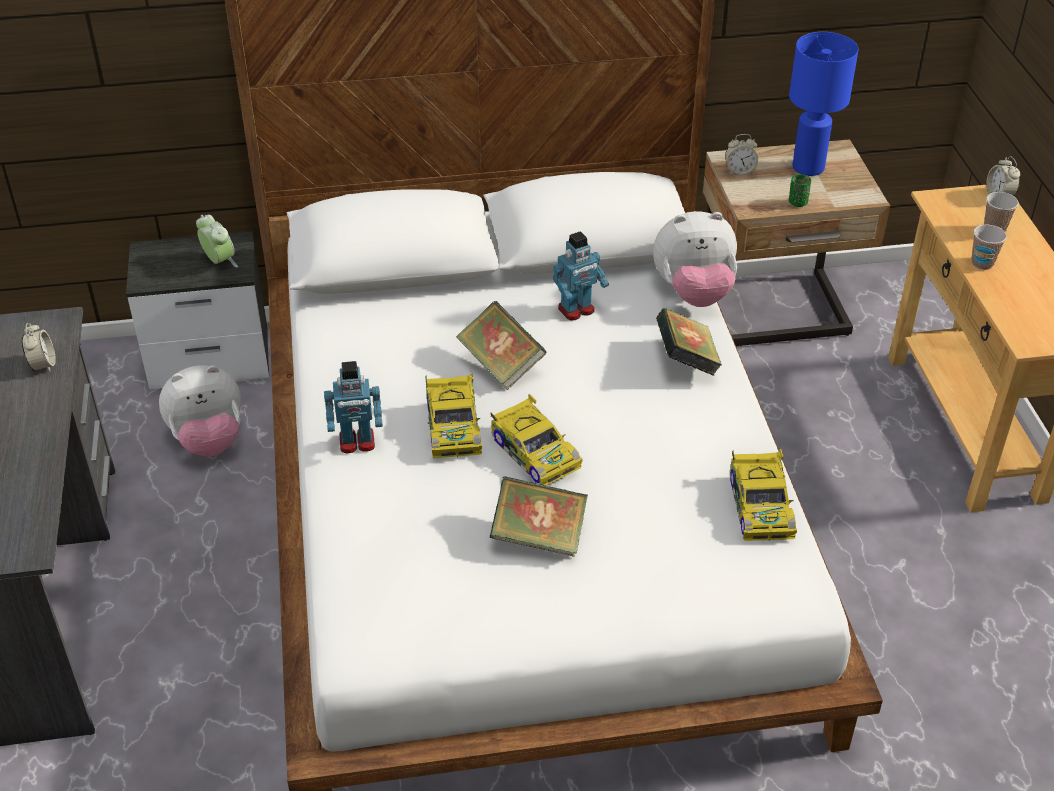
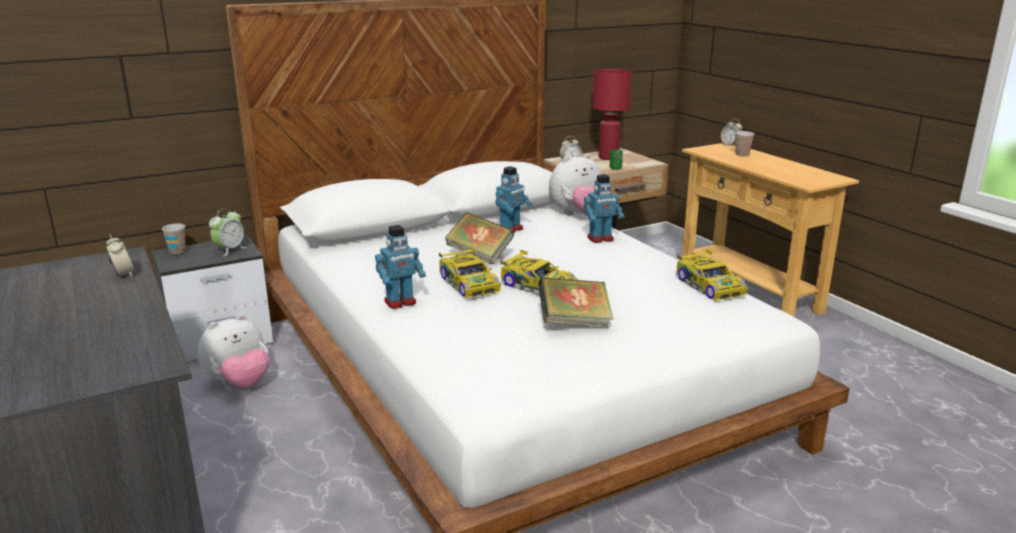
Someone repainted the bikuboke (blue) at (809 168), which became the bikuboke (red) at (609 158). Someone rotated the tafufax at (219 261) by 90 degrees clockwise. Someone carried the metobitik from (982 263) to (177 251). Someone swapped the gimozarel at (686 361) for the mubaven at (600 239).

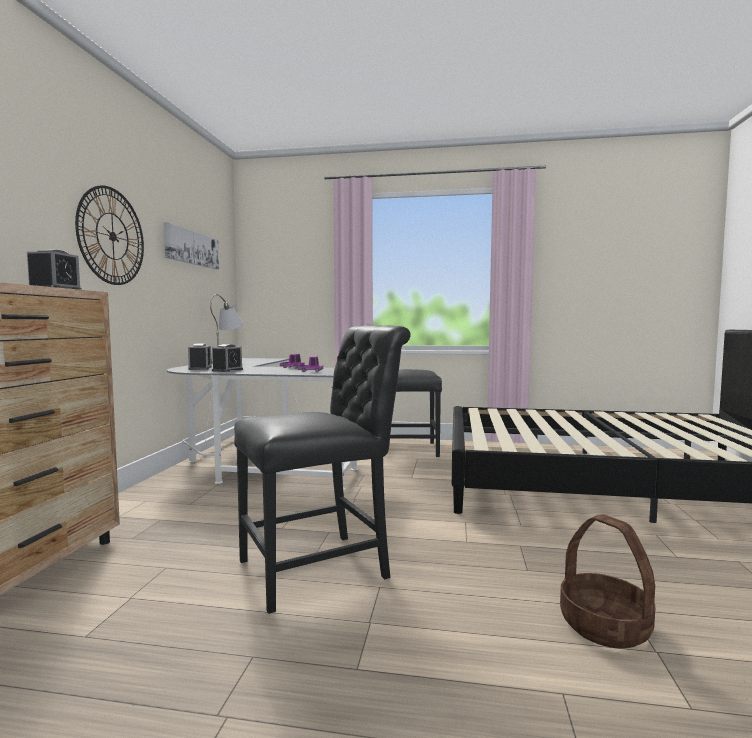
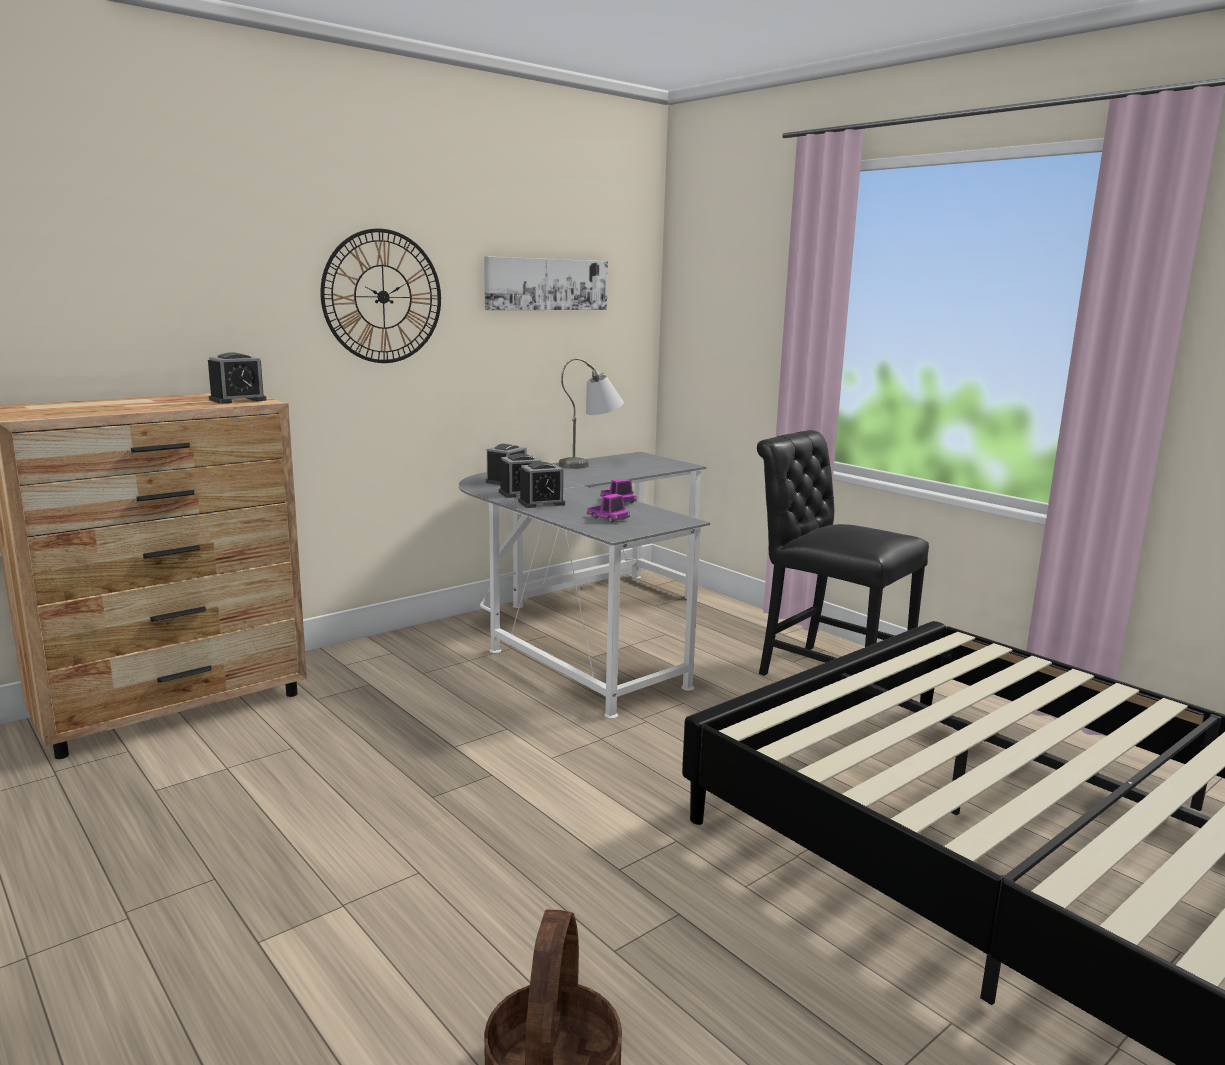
Someone took away the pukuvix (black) at (322 567). Someone put down the tafufax at (541 503).

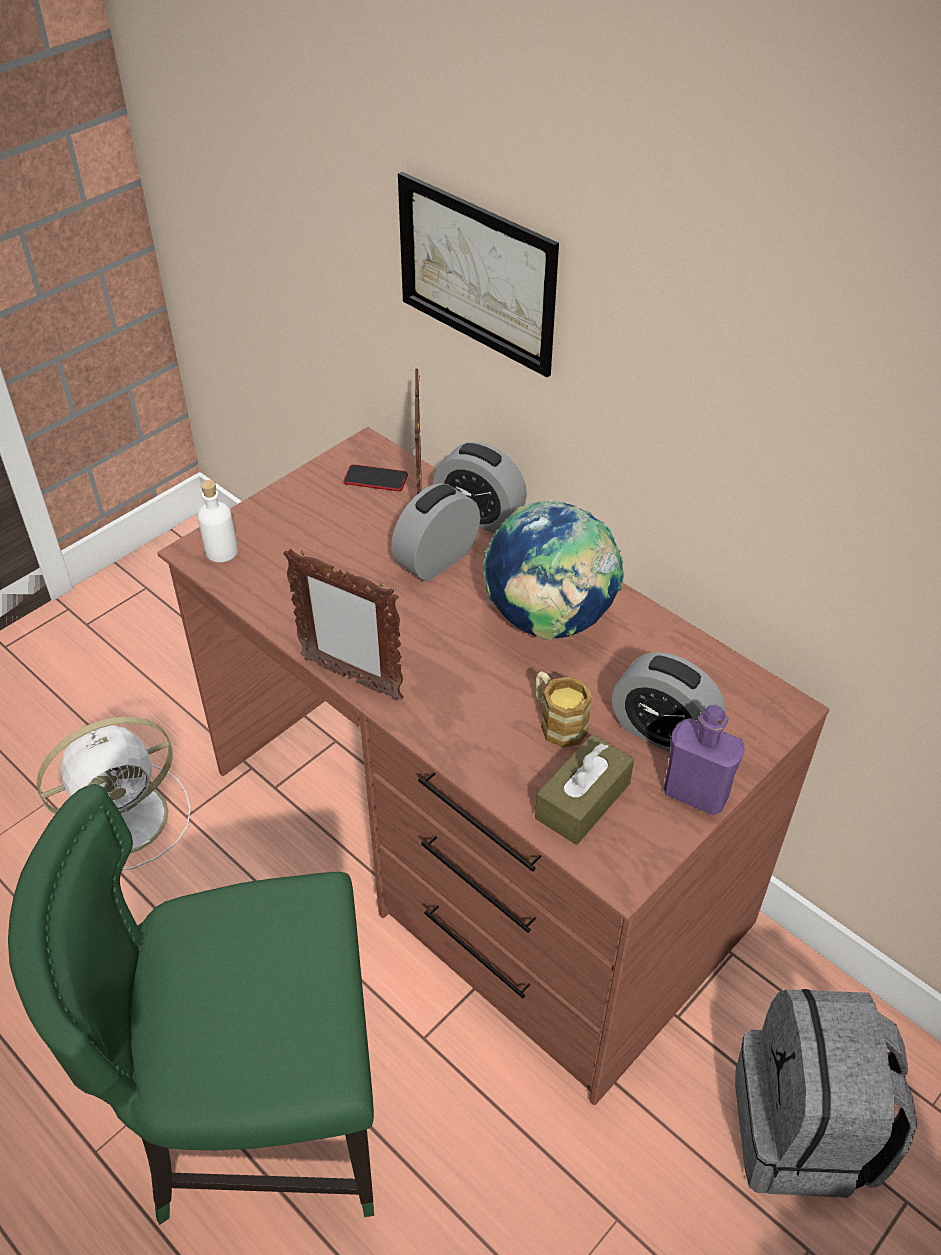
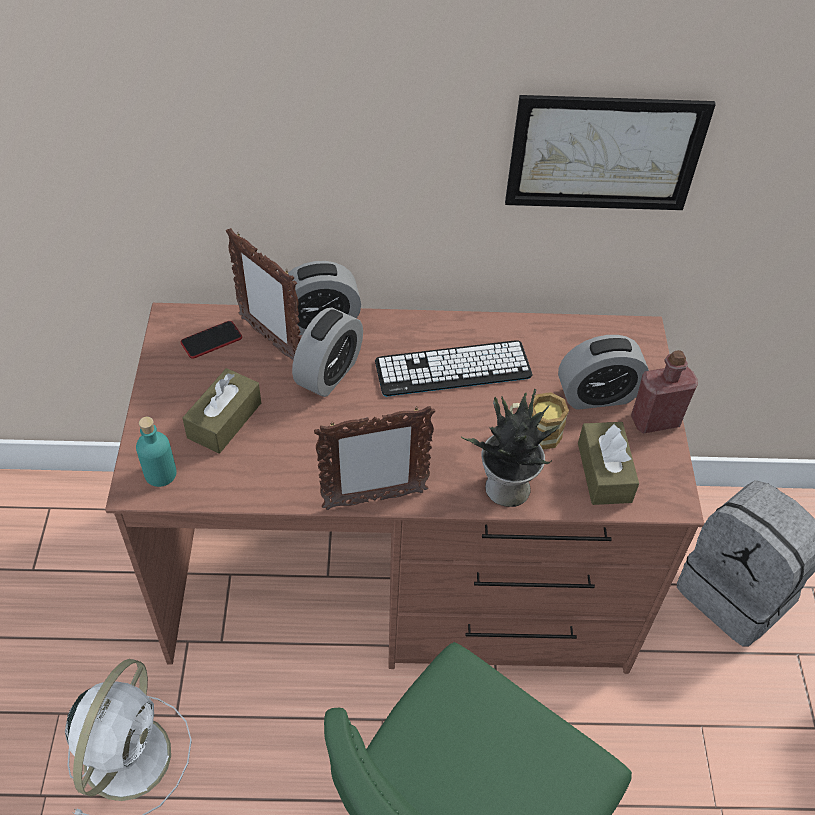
Someone carried the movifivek from (476 273) to (604 153). Someone repainted the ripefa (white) at (221 551), which became the ripefa (turquoise) at (160 474). Someone rotated the tafufax at (437 559) by 150 degrees counterclockwise. Someone swapped the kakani at (549 622) for the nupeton at (453 369). Someone repainted the ripefa (purple) at (695 793), which became the ripefa (red) at (655 420). Someone put down the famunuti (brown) at (224 420). Someone put down the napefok at (506 489).

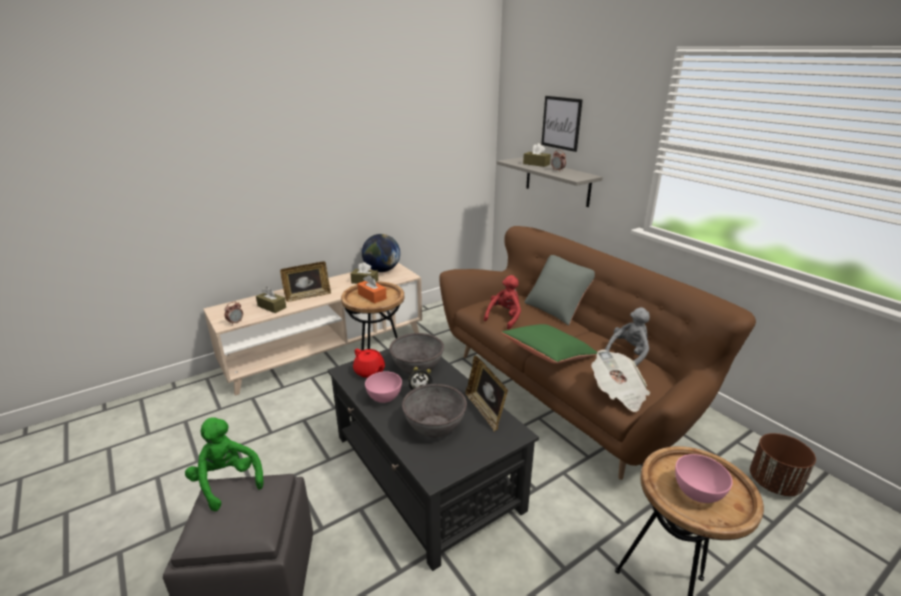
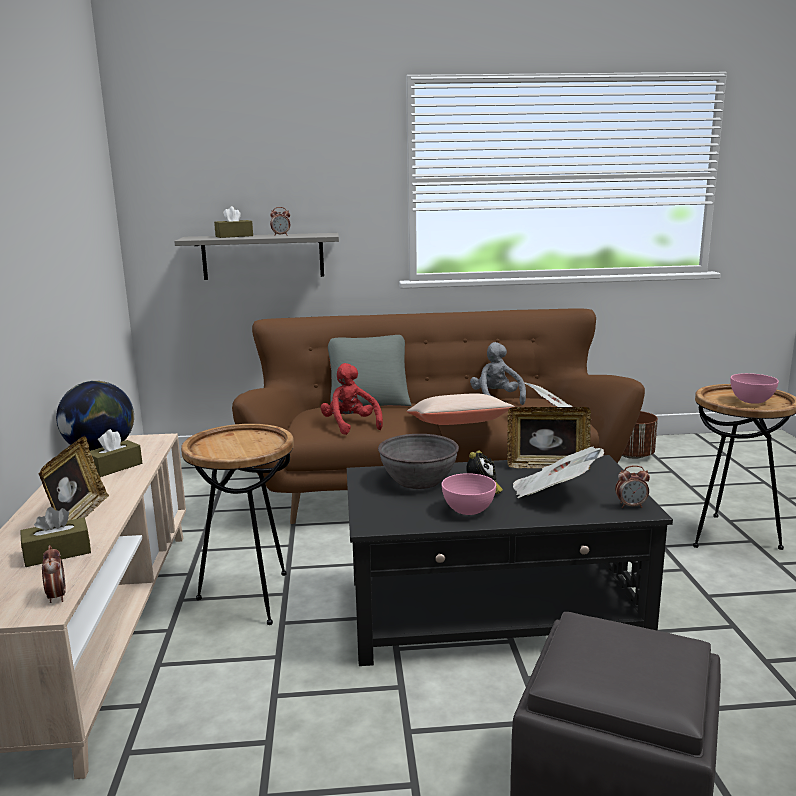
Someone took away the movifivek at (561 123). Someone took away the famunuti (orange) at (372 296). Someone repainted the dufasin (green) at (548 355), which became the dufasin (beige) at (458 426). Someone took away the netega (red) at (369 372). Someone swapped the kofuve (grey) at (434 425) for the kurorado at (553 494). Someone took away the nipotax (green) at (227 481). Someone put down the tafufax at (631 506).

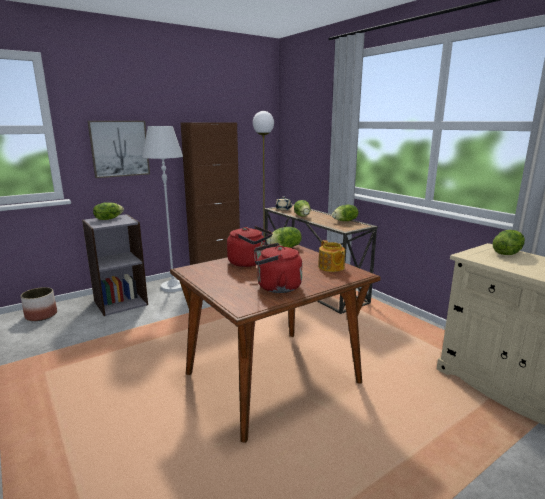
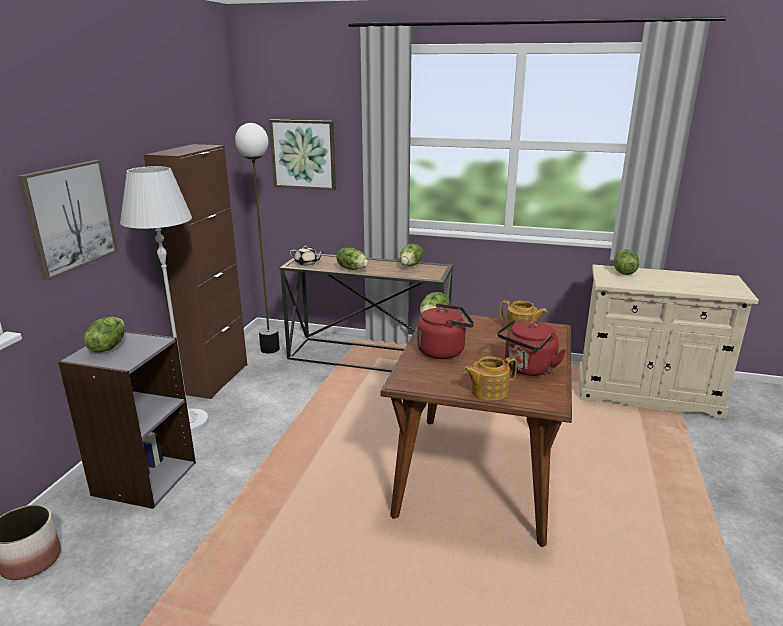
Someone put up the movifivek at (303 154). Someone put down the netega at (488 391).

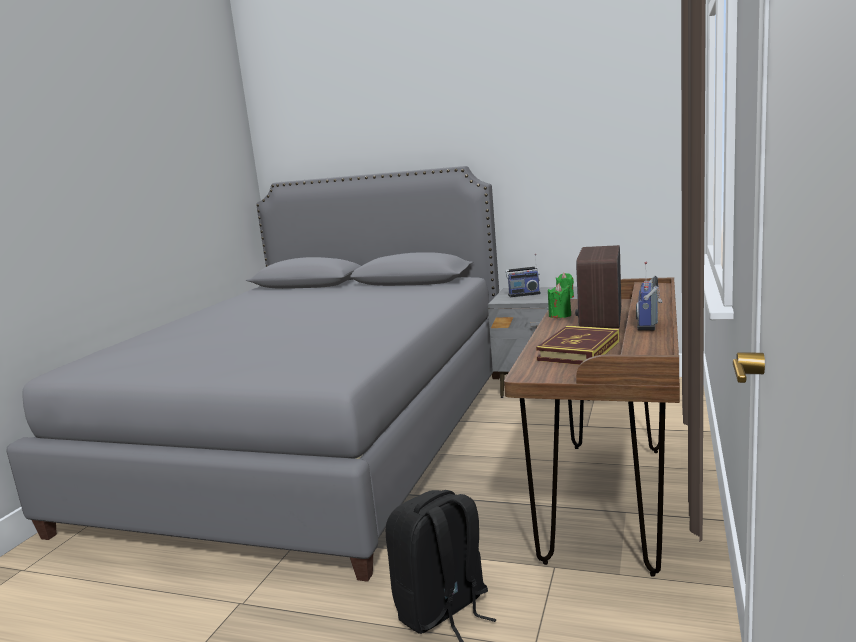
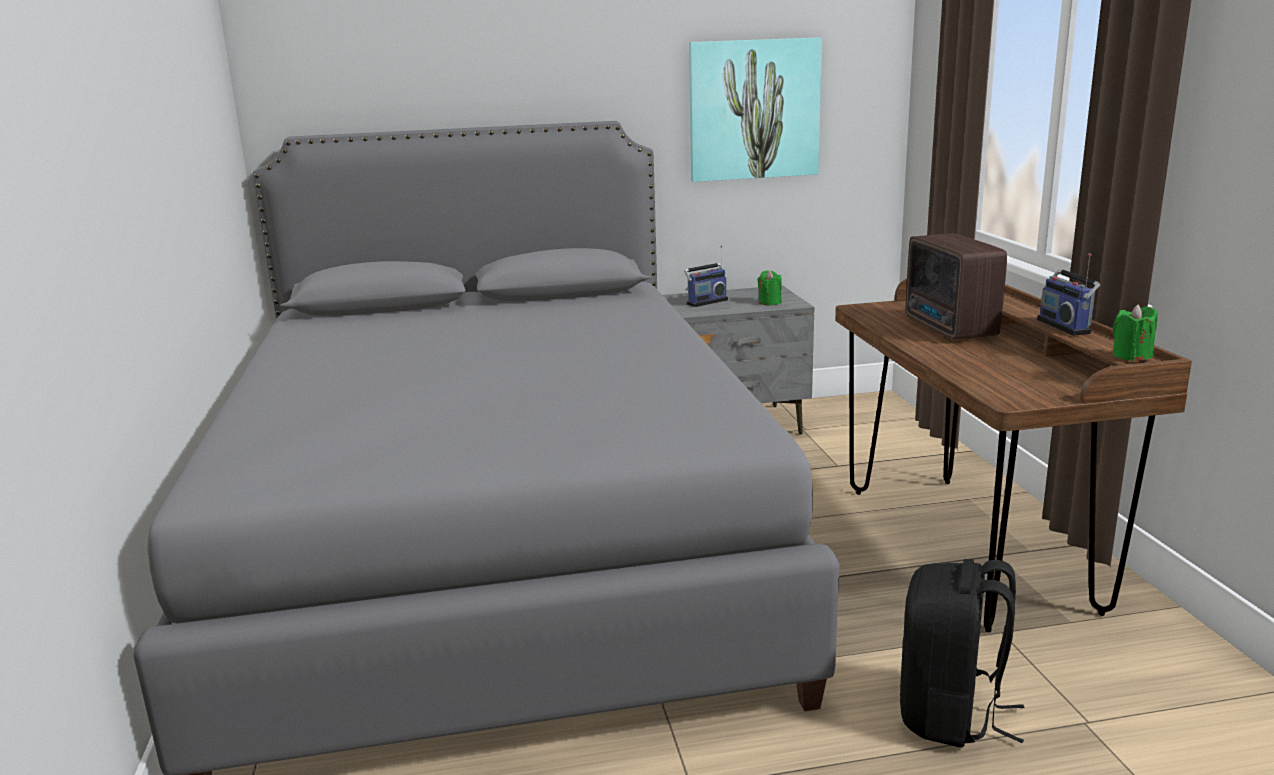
Someone carried the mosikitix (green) from (560 315) to (1131 356). Someone took away the gimozarel at (579 351). Someone put up the movifivek at (754 110).

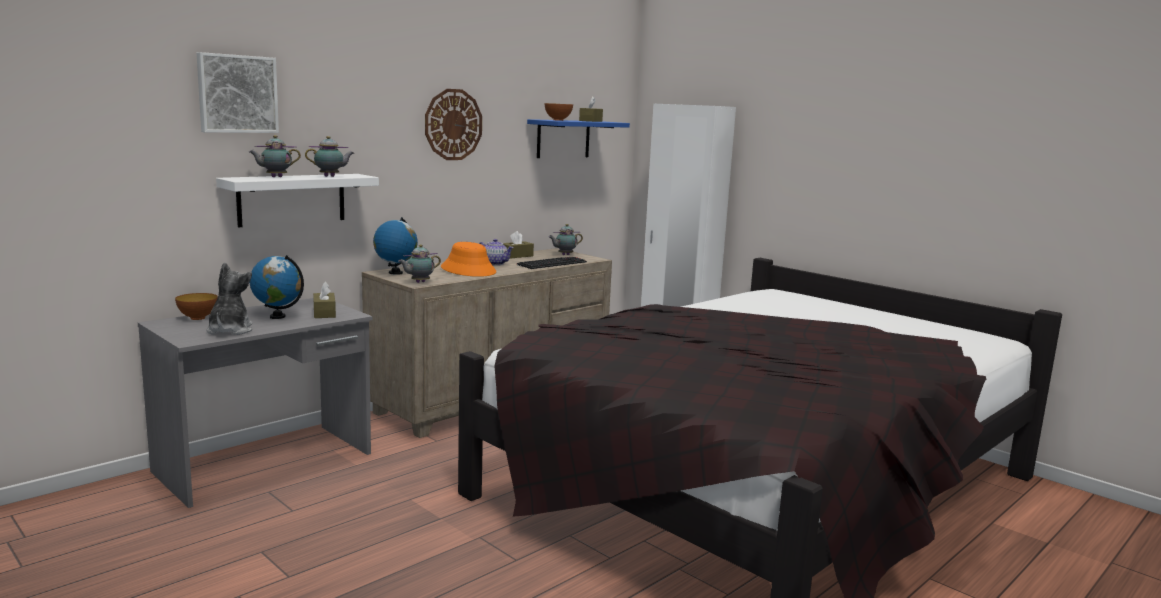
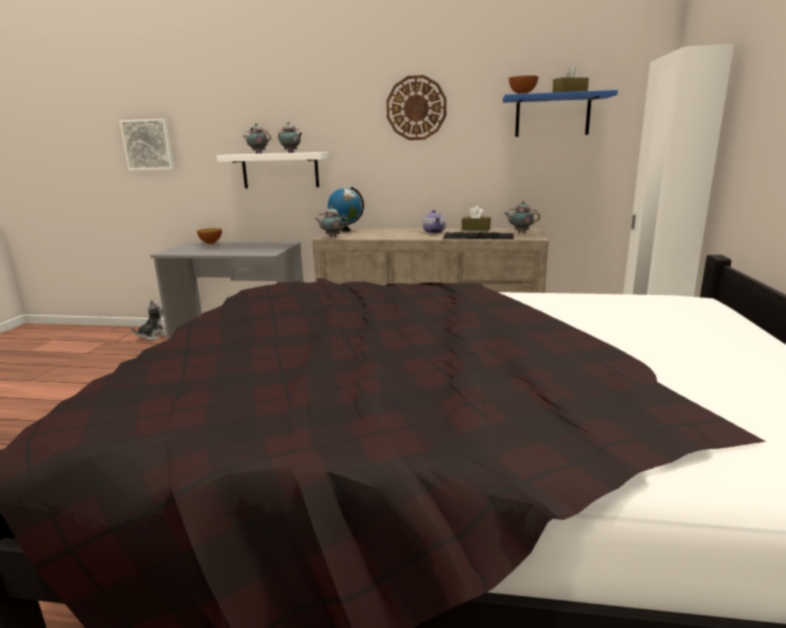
Someone carried the movifivek from (237 94) to (149 145). Someone took away the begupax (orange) at (468 270). Someone took away the kakani at (278 316). Someone carried the nipotax from (229 330) to (154 336). Someone took away the famunuti (brown) at (324 313).

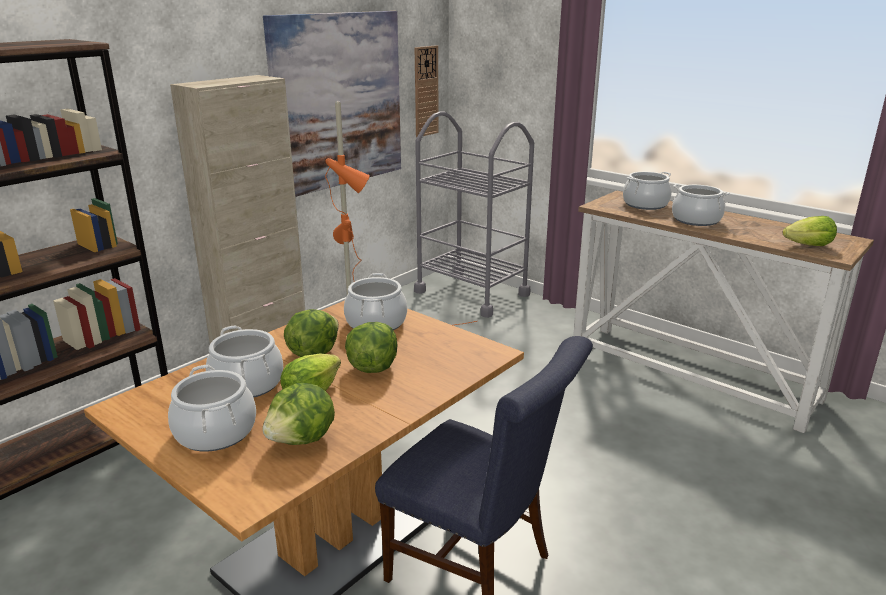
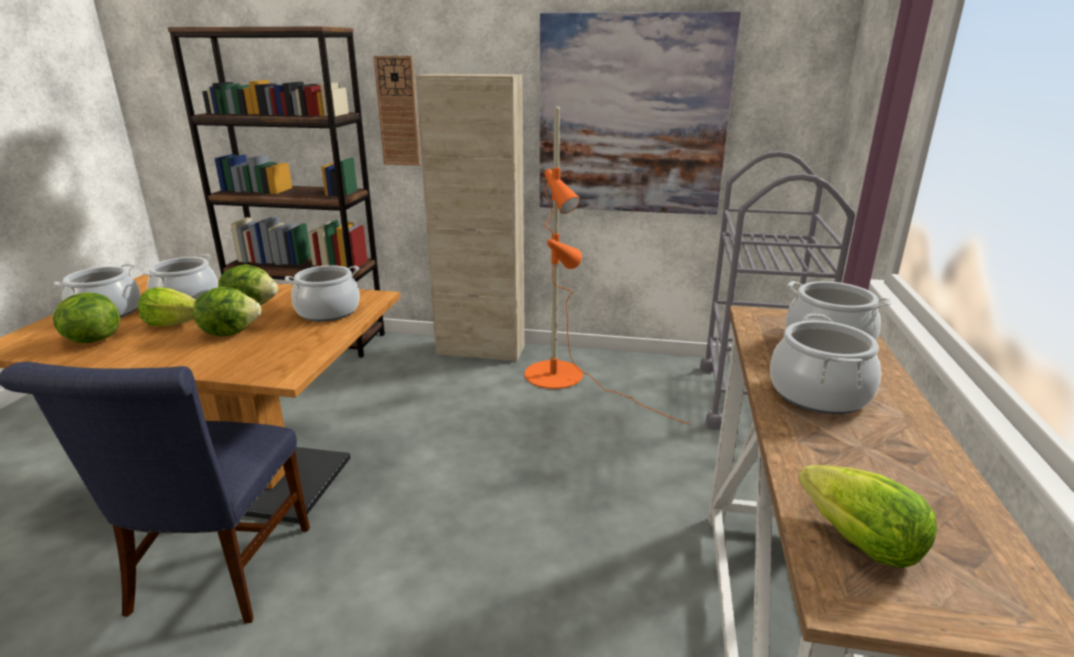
Someone carried the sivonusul from (425 91) to (398 111).

